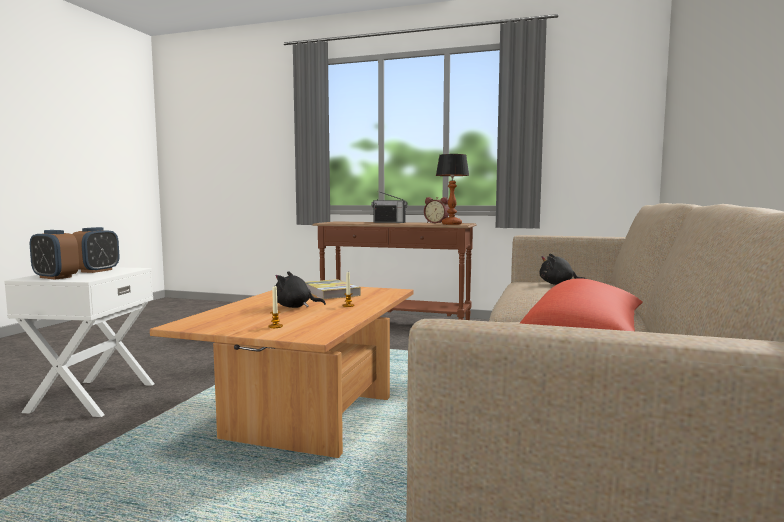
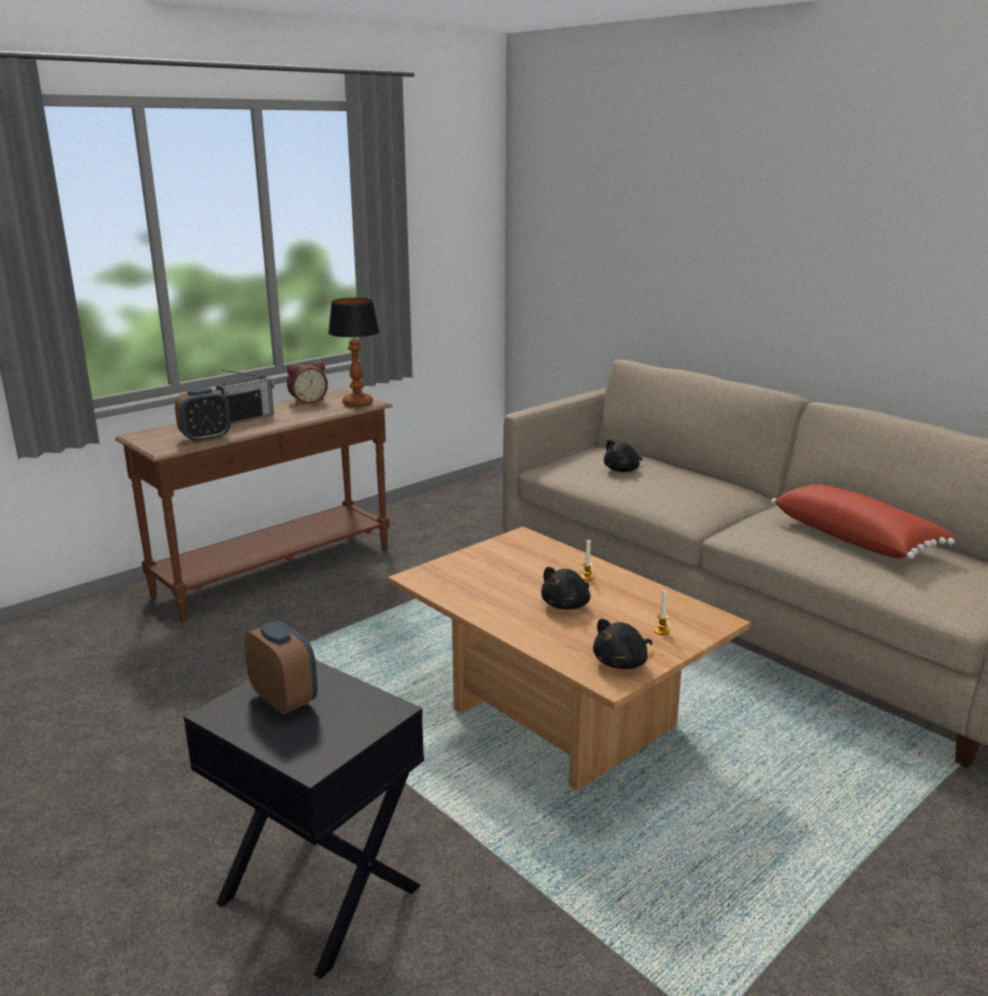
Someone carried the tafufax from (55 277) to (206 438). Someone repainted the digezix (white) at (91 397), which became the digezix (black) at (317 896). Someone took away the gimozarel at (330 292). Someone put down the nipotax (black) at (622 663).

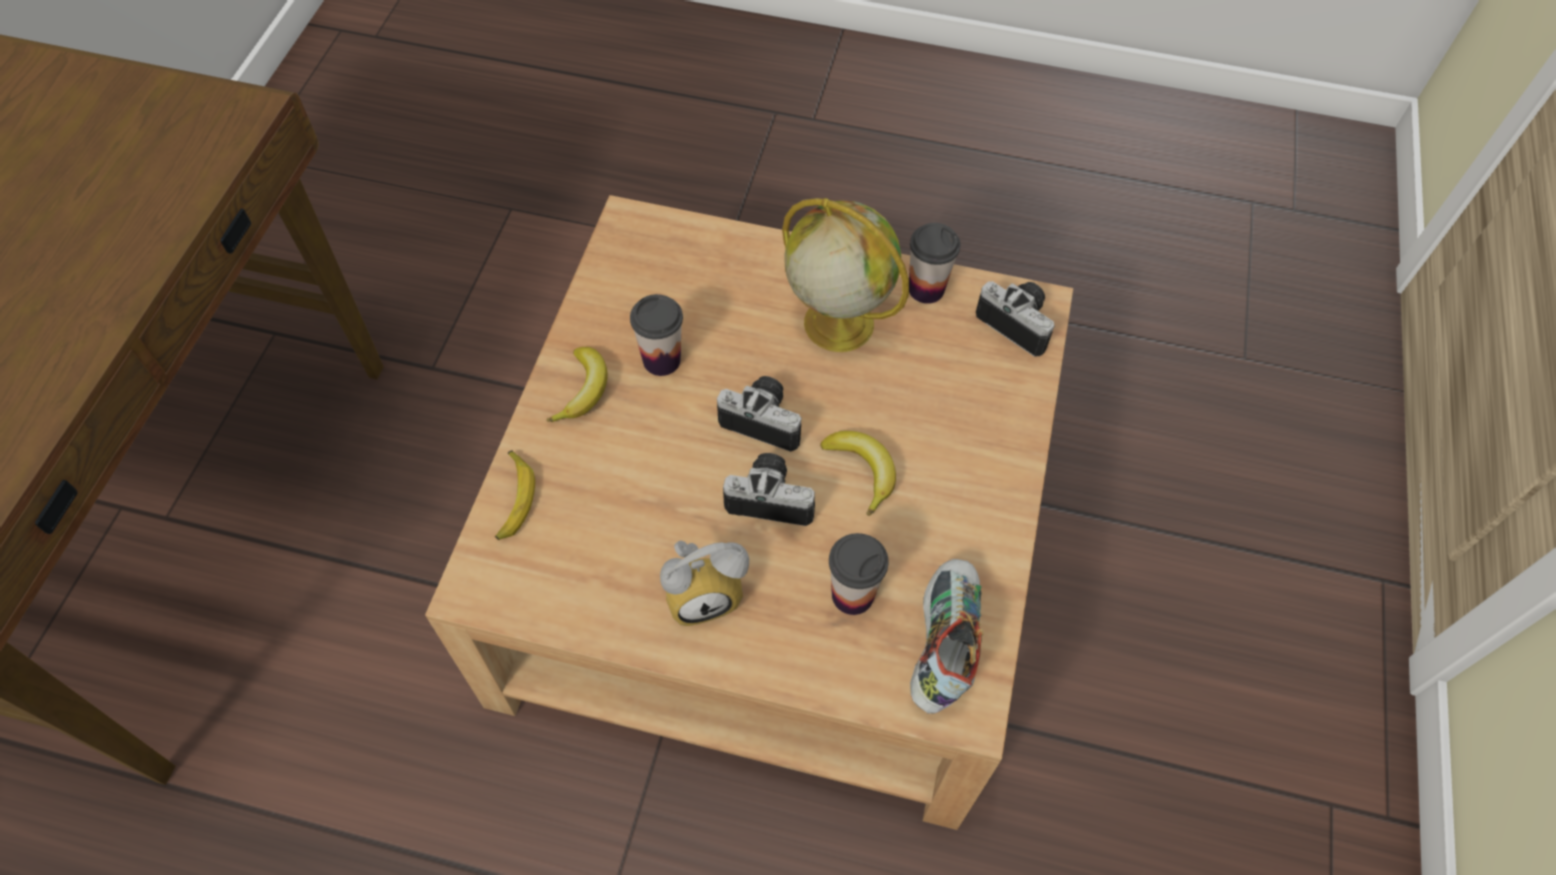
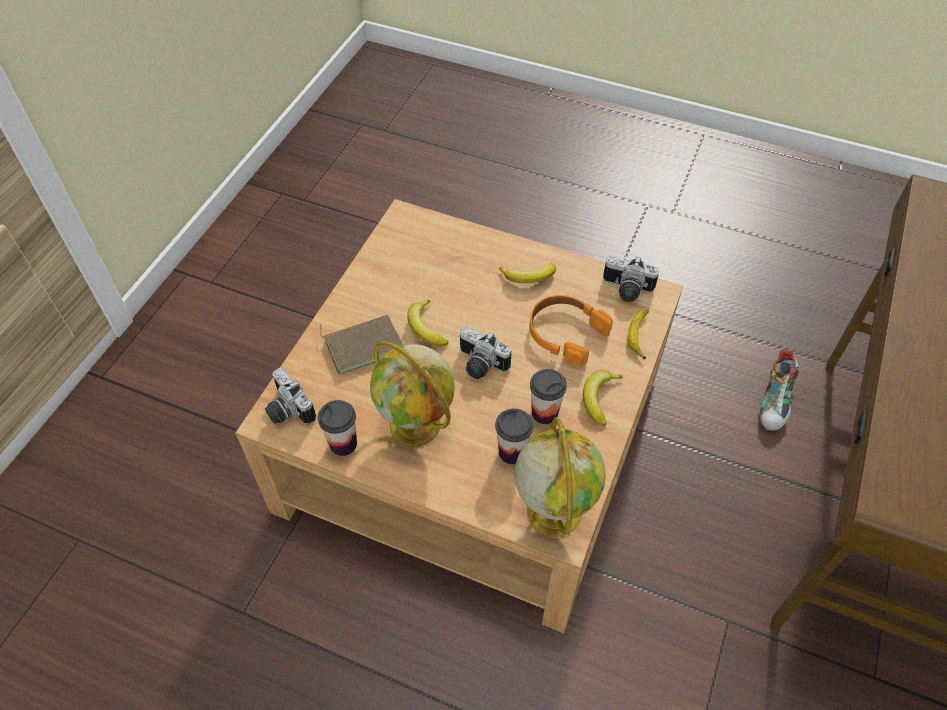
Someone carried the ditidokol from (771 496) to (626 290). Someone carried the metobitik from (852 595) to (512 452). Someone swapped the tafufax at (704 592) for the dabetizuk at (529 277). Someone carried the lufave from (942 643) to (776 402). Someone put down the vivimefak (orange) at (565 333). Someone put down the gimozarel (brown) at (363 344). Someone put down the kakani at (553 510).

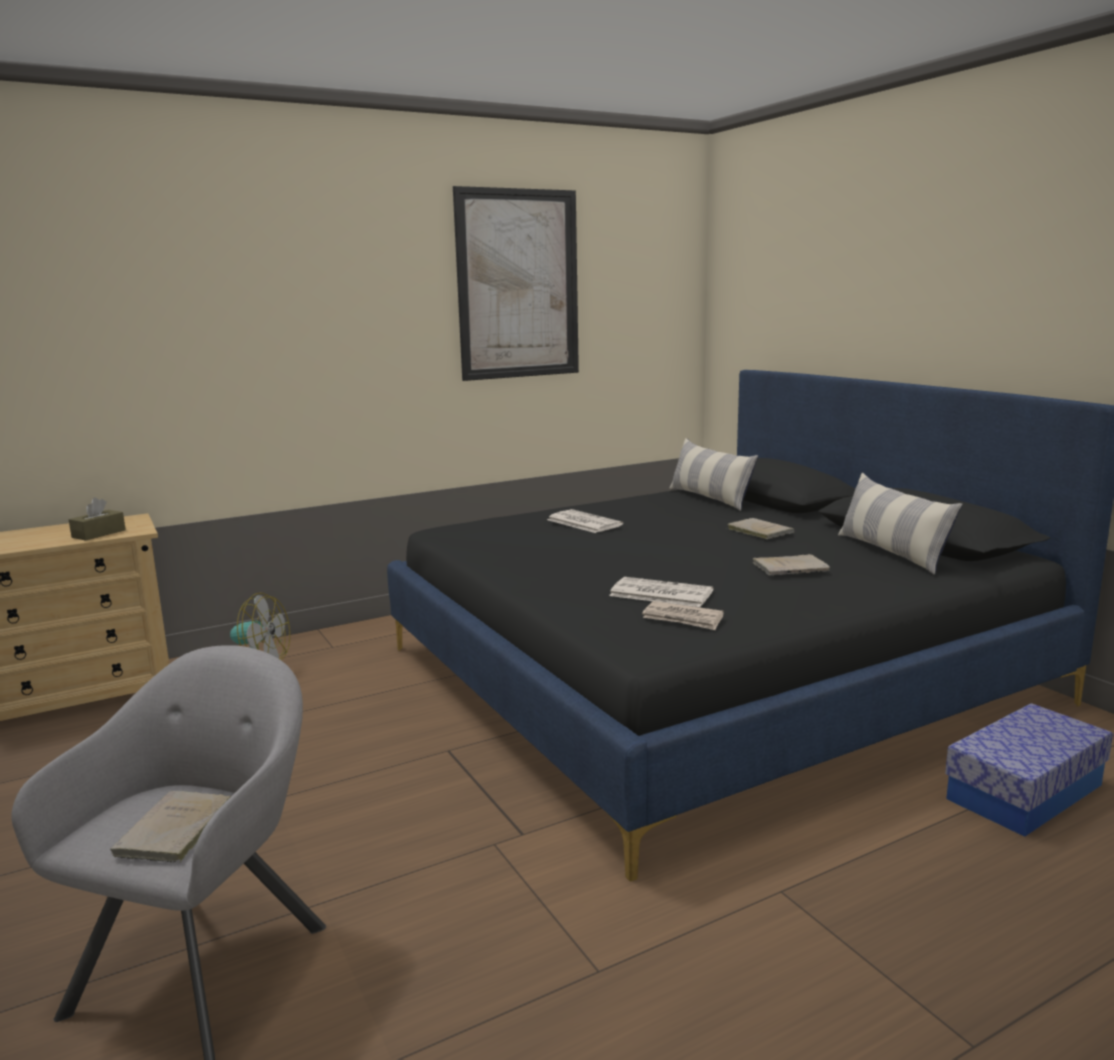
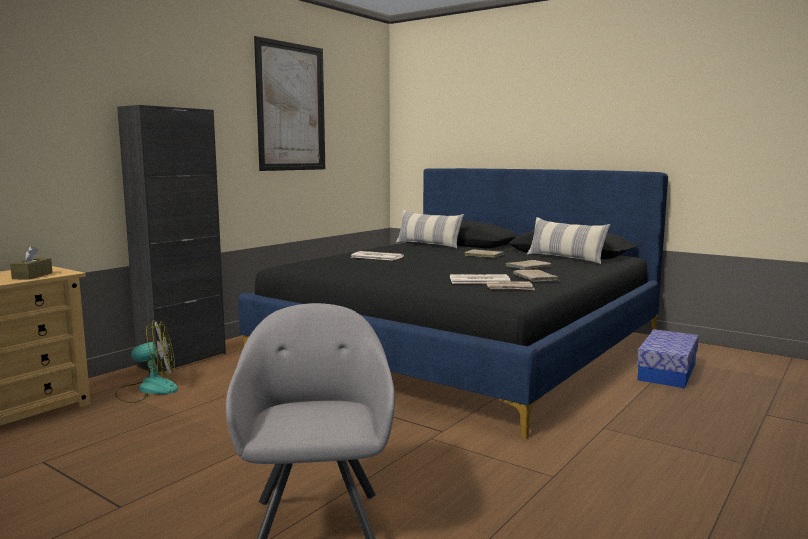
Someone carried the gimozarel (beige) from (172 832) to (536 278). Someone put down the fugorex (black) at (182 359).

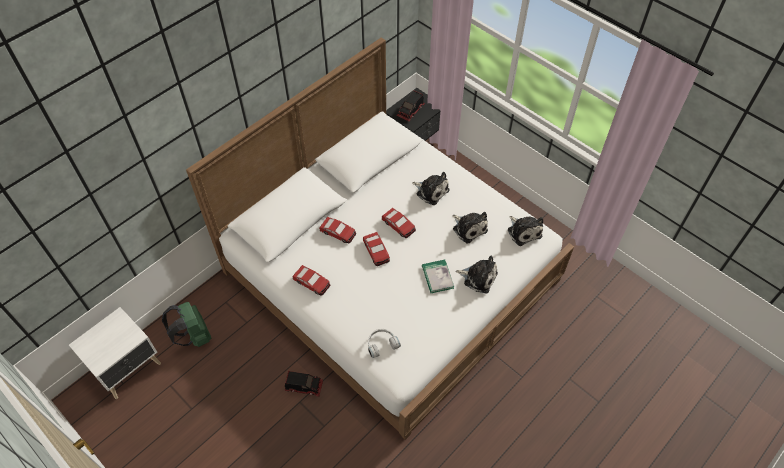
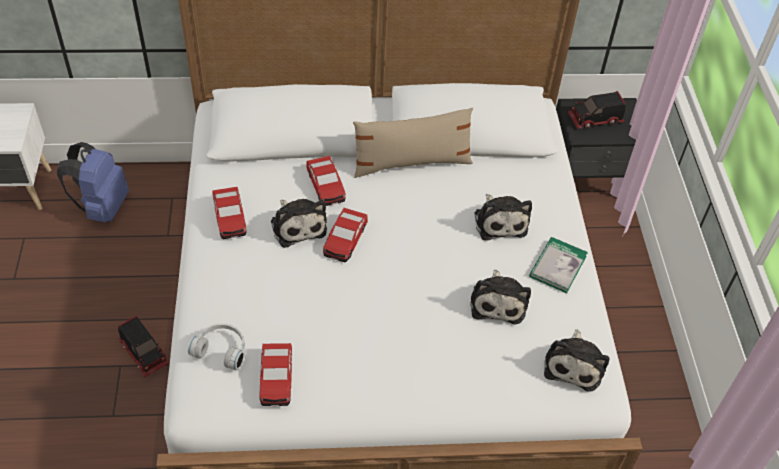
Someone carried the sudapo from (398 225) to (276 378). Someone carried the nipotax from (478 277) to (297 225). Someone carried the gimozarel from (437 277) to (557 266). Someone repainted the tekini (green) at (194 336), which became the tekini (blue) at (102 207). Someone put down the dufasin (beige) at (411 163).

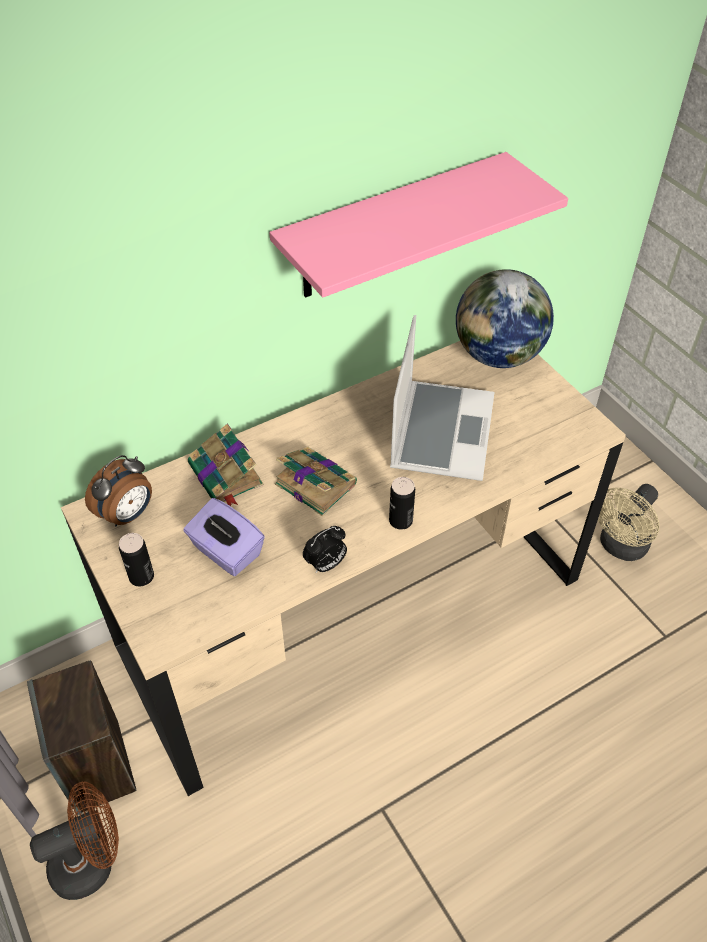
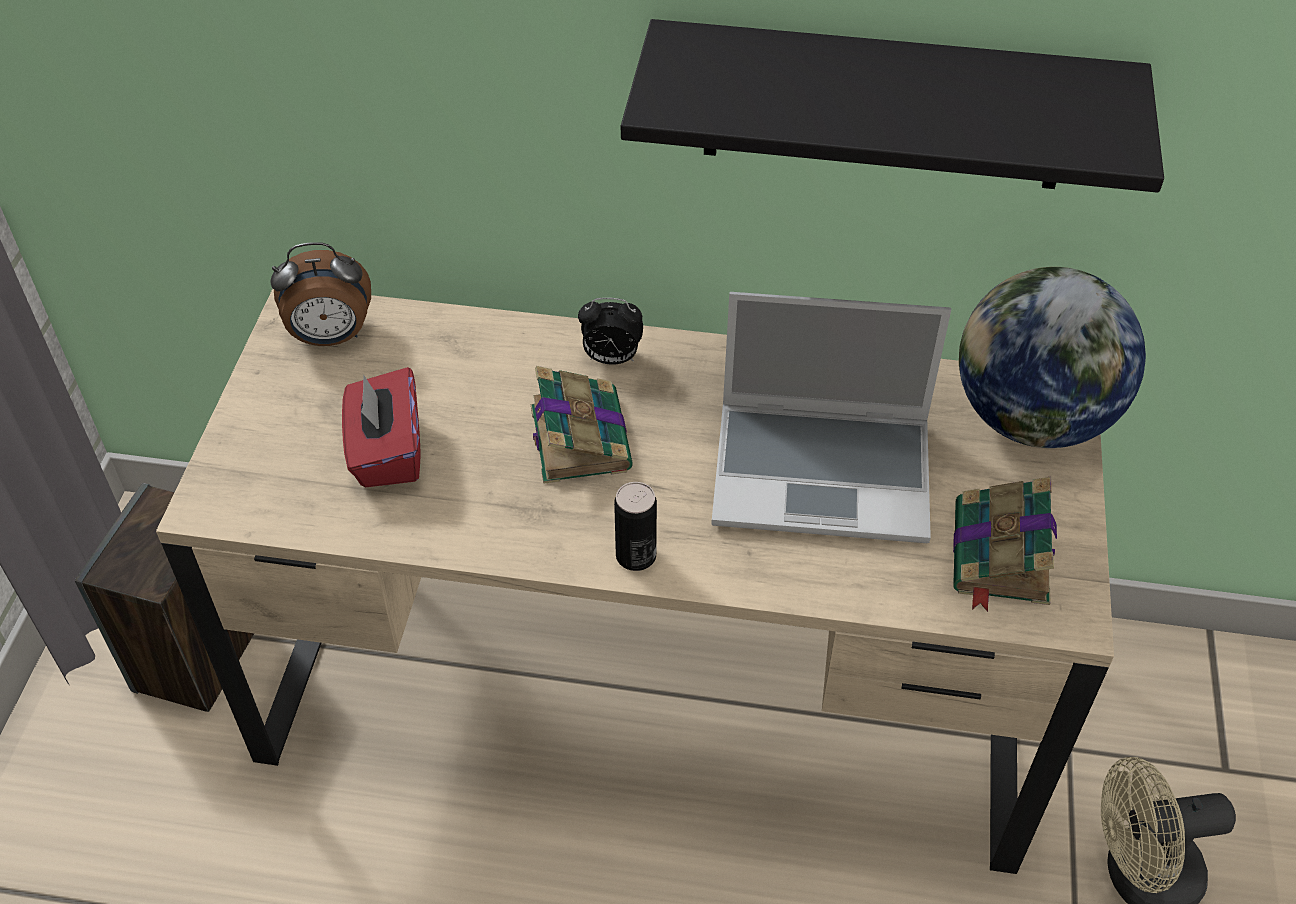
Someone repainted the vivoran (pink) at (392 227), which became the vivoran (black) at (886 106). Someone rotated the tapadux at (440 431) by 45 degrees clockwise. Someone carried the gimozarel from (226 476) to (1000 557). Someone repainted the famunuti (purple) at (226 552), which became the famunuti (red) at (387 452). Someone carried the tafufax from (326 565) to (611 358). Someone took away the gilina at (141 576). Someone took away the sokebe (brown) at (92 861).

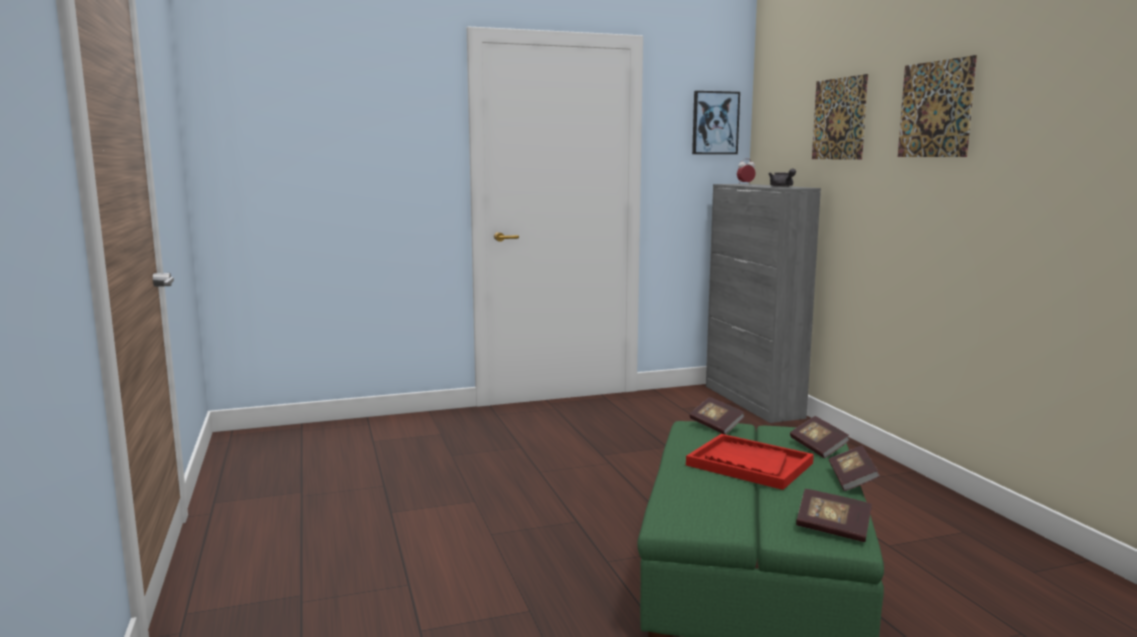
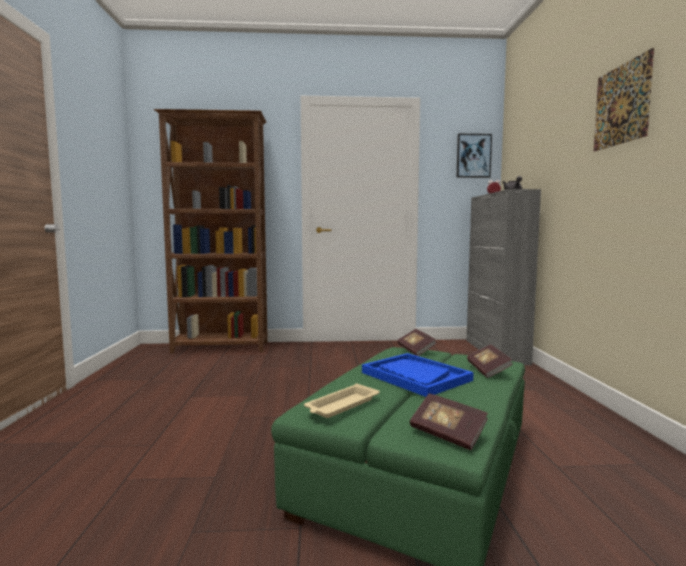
Someone took away the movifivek at (839 119). Someone repainted the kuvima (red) at (749 464), which became the kuvima (blue) at (415 376). Someone took away the gimozarel at (852 480). Someone put down the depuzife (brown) at (221 348). Someone put down the kuvima (beige) at (341 405).

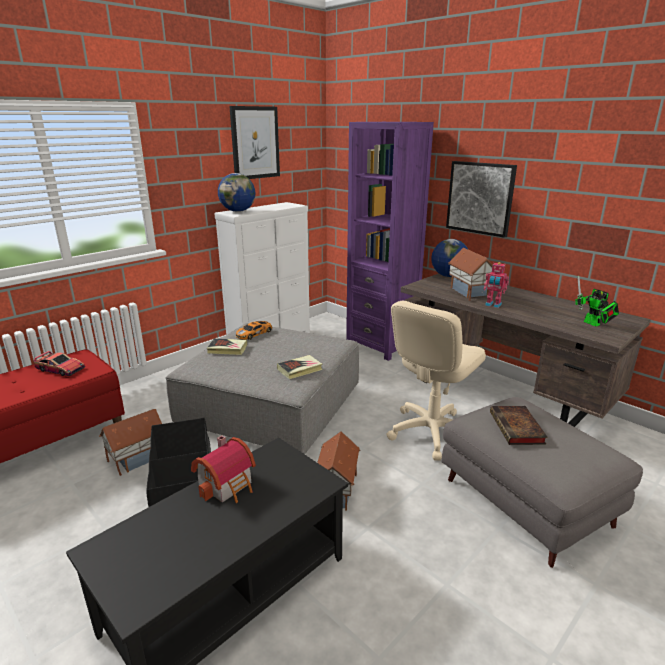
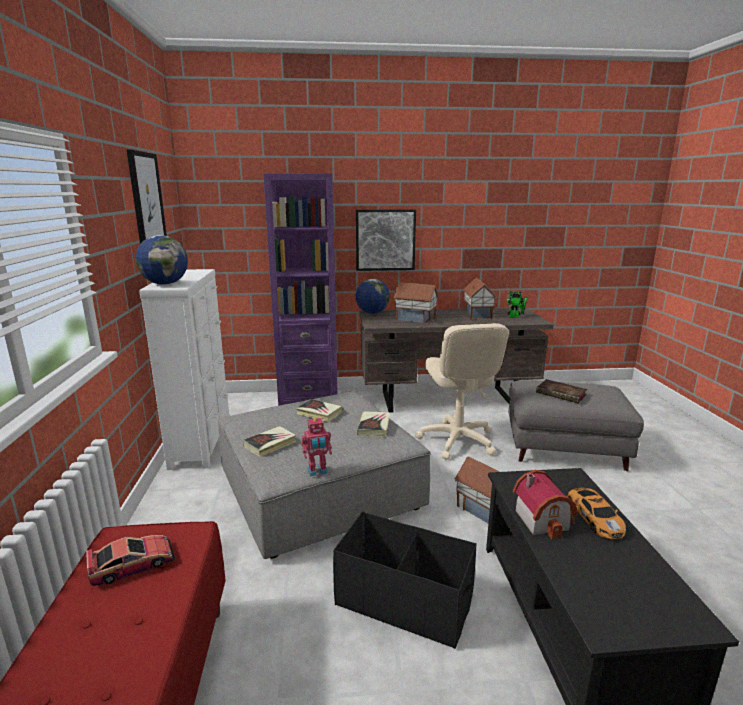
Someone carried the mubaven from (493 305) to (317 471). Someone carried the sudapo from (254 333) to (594 516). Someone carried the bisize from (136 458) to (477 315). Someone put down the gimozarel at (319 413).

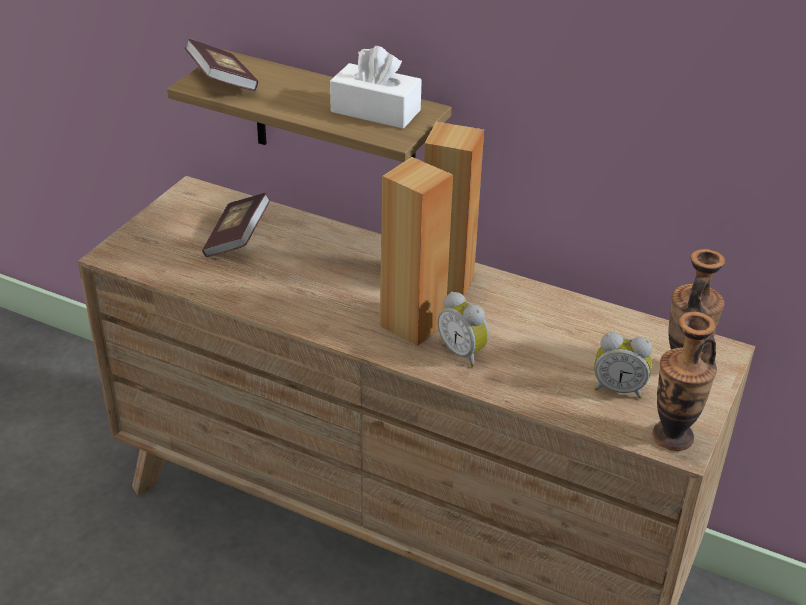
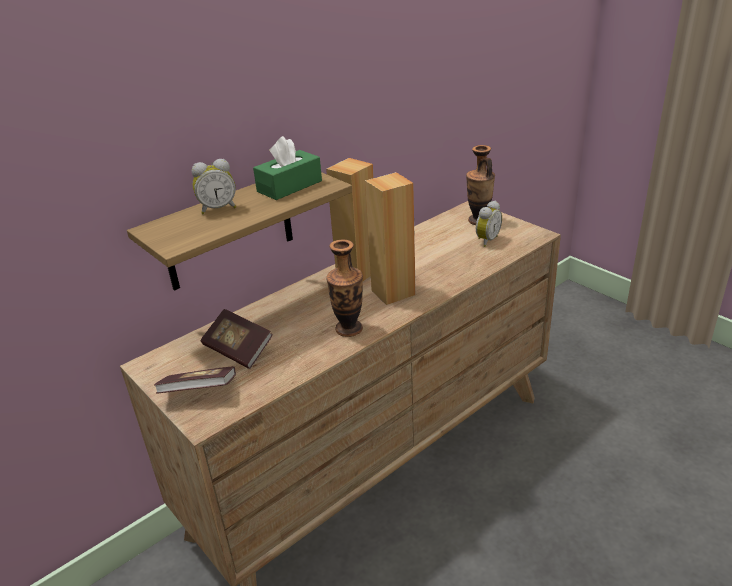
Someone carried the gimozarel from (222 82) to (199 392). Someone repainted the famunuti (white) at (375 111), which became the famunuti (green) at (289 186). Someone carried the tafufax from (463 352) to (218 208). Someone carried the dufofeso from (672 437) to (349 329).

